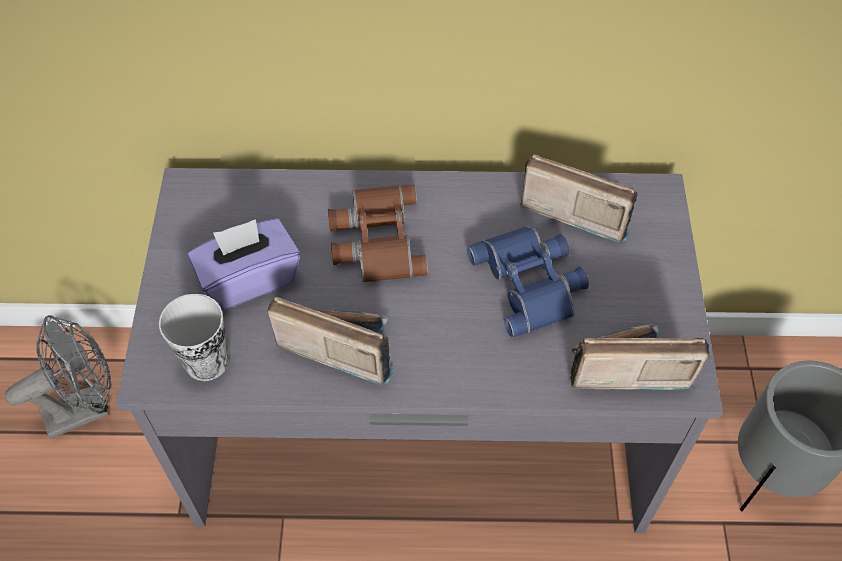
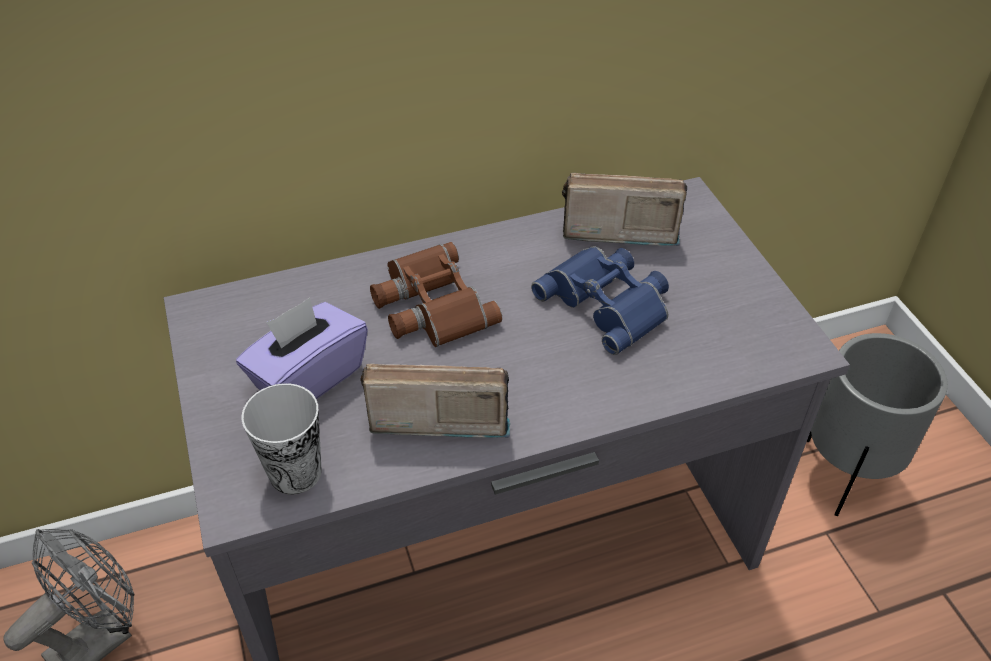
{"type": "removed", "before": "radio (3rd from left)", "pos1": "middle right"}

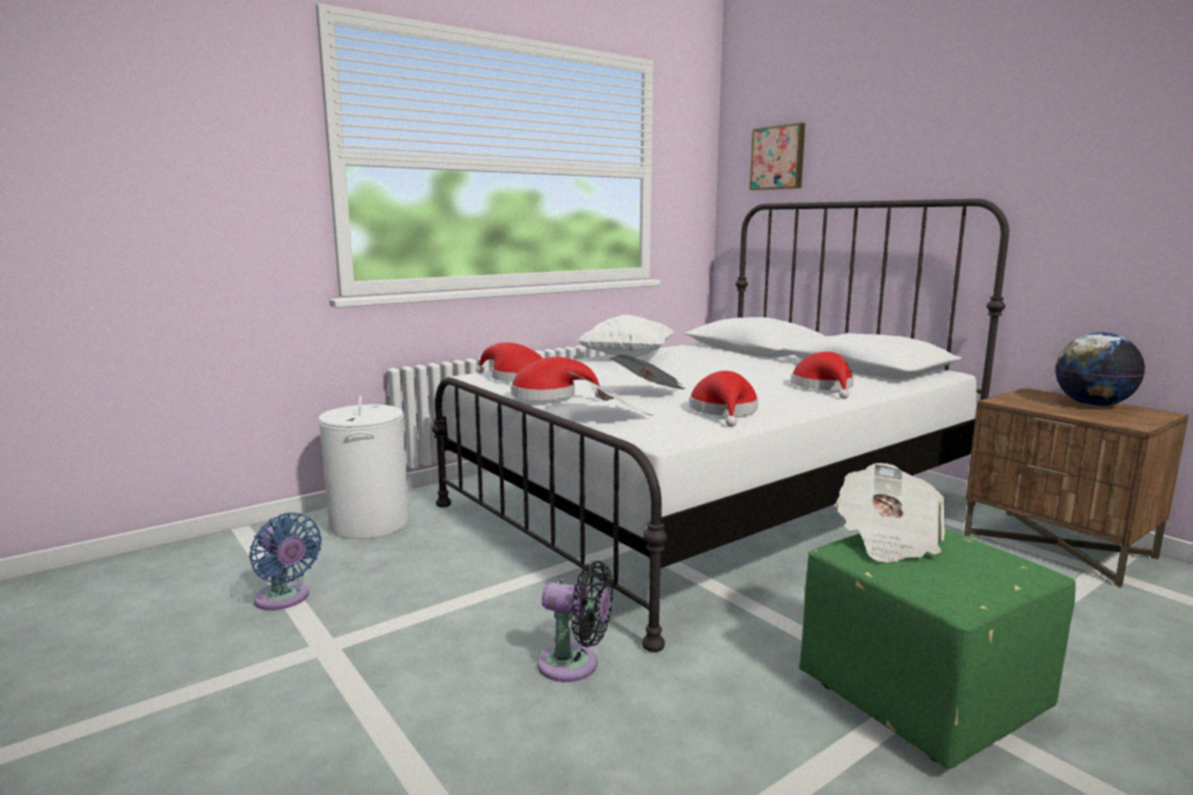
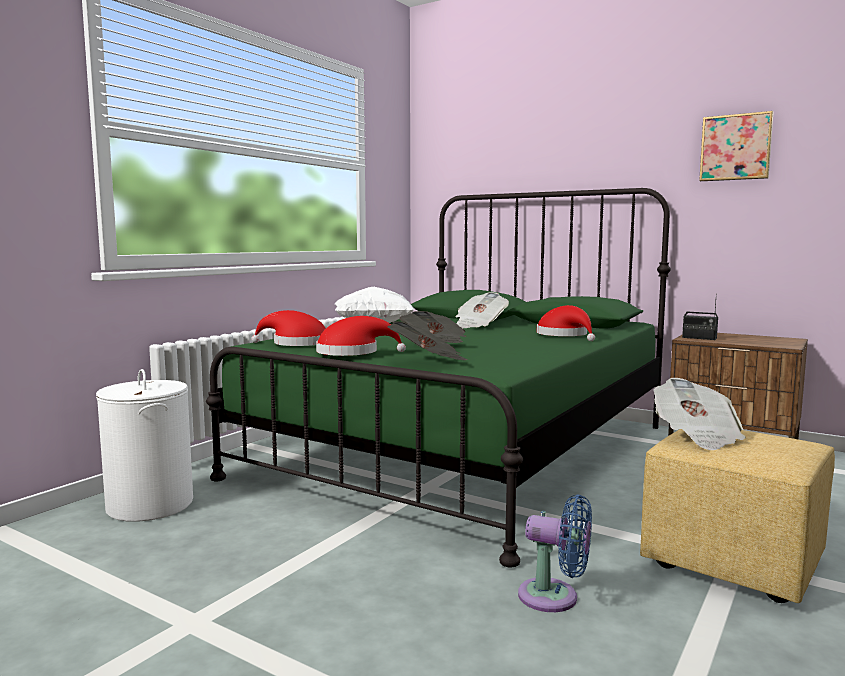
{"type": "moved", "before": "obraz", "pos1": "top centre", "pos2": "top right"}
{"type": "recoloured", "before": "łóżko [biały]", "after": "łóżko [zielony]", "pos1": "centre", "pos2": "centre"}
{"type": "removed", "before": "globus", "pos1": "middle right"}
{"type": "removed", "before": "kapelusz [czerwony] (3rd from left)", "pos1": "centre"}
{"type": "moved", "before": "wentylator [niebieski]", "pos1": "bottom left", "pos2": "bottom centre"}
{"type": "recoloured", "before": "pufa [zielony]", "after": "pufa [żółty]", "pos1": "bottom right", "pos2": "bottom right"}
{"type": "removed", "before": "wentylator [czarny]", "pos1": "bottom centre"}
{"type": "added", "after": "gazeta (3rd from left)", "pos2": "centre"}
{"type": "added", "after": "radio", "pos2": "middle right"}

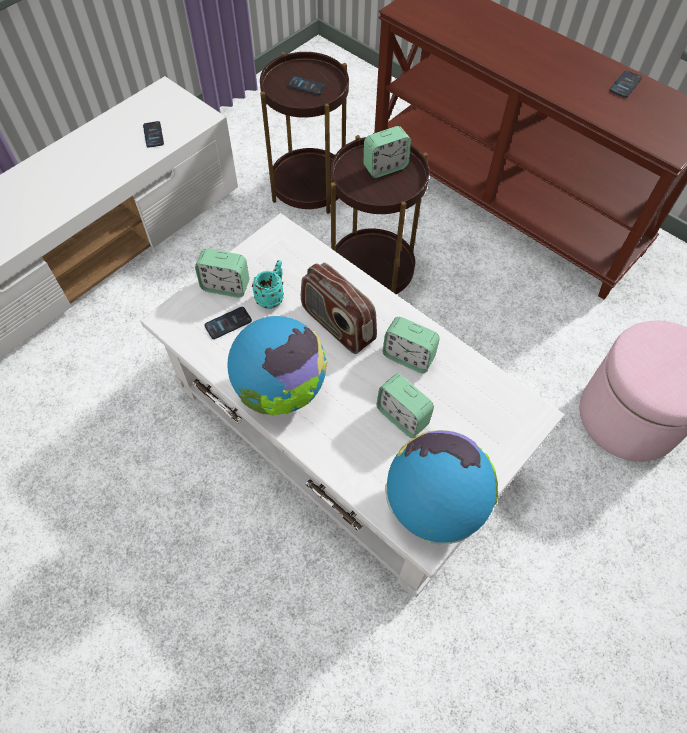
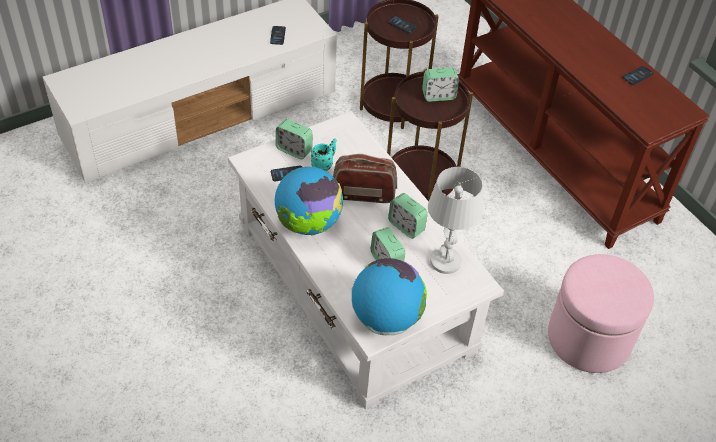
{"type": "turned", "before": "radio", "pos1": "centre", "pos2": "centre", "turn": 120}
{"type": "added", "after": "lampa stołowa [biały]", "pos2": "centre"}

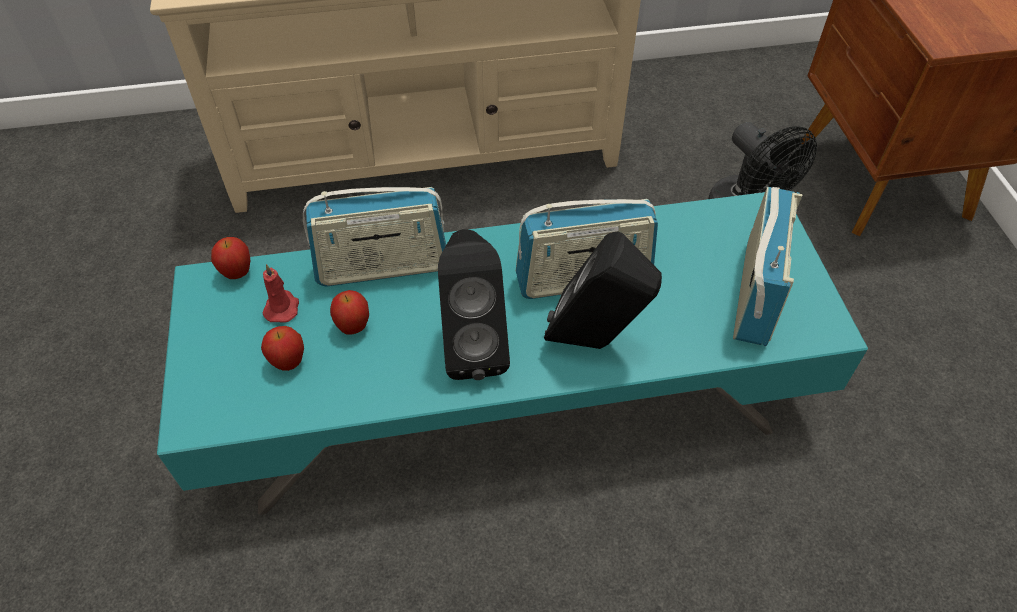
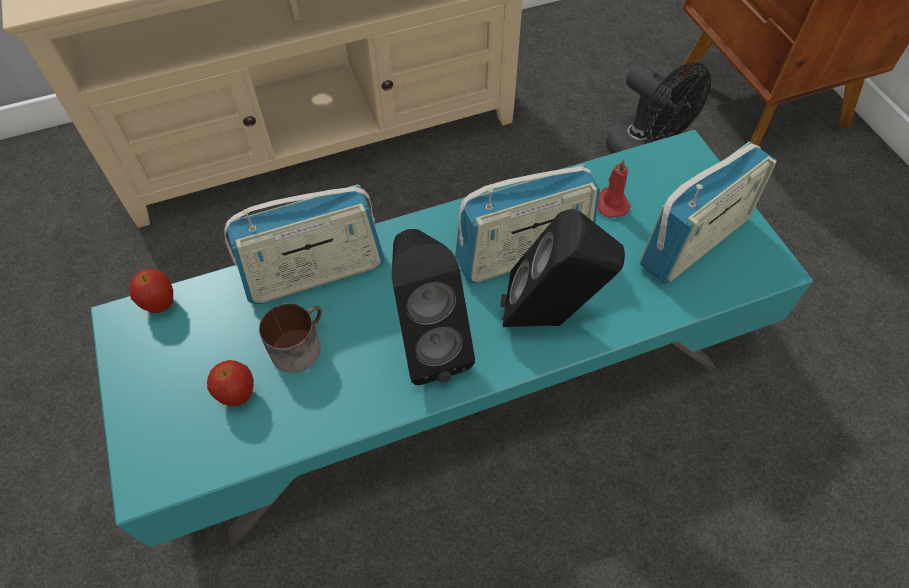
{"type": "turned", "before": "radio (3rd from left)", "pos1": "middle right", "pos2": "middle right", "turn": 45}
{"type": "moved", "before": "świeca [czerwony]", "pos1": "middle left", "pos2": "top right"}
{"type": "replaced", "before": "jabłko (3rd from left)", "after": "kubek", "pos1": "centre", "pos2": "middle left"}

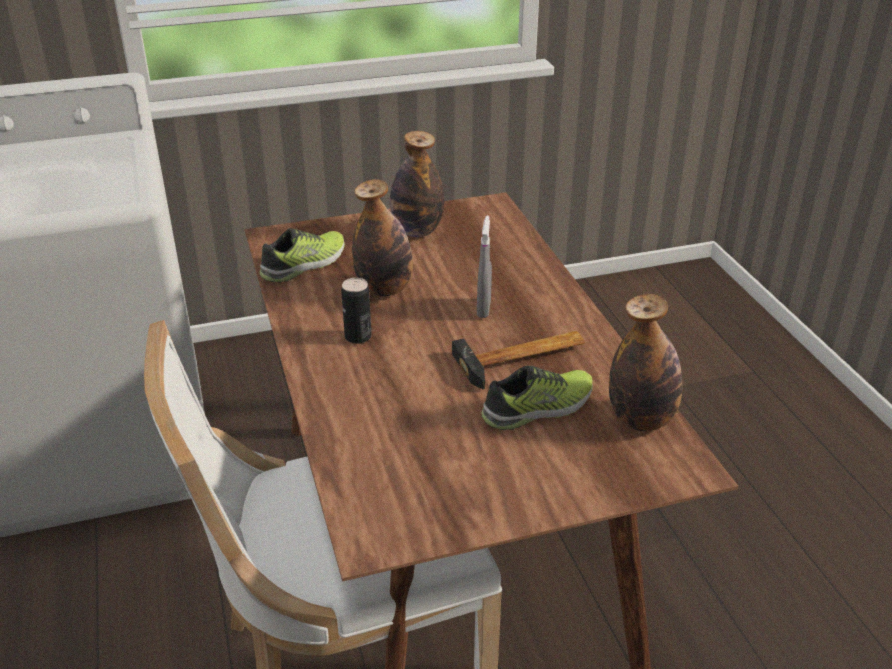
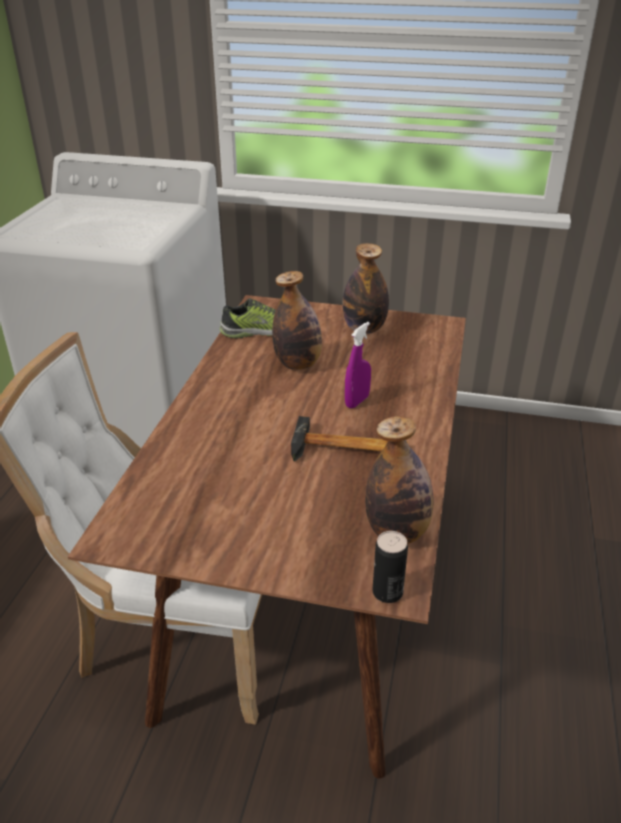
{"type": "recoloured", "before": "spryskiwacz [szary]", "after": "spryskiwacz [fioletowy]", "pos1": "centre", "pos2": "centre"}
{"type": "moved", "before": "puszka", "pos1": "centre", "pos2": "bottom centre"}
{"type": "removed", "before": "but (2nd from left)", "pos1": "centre"}

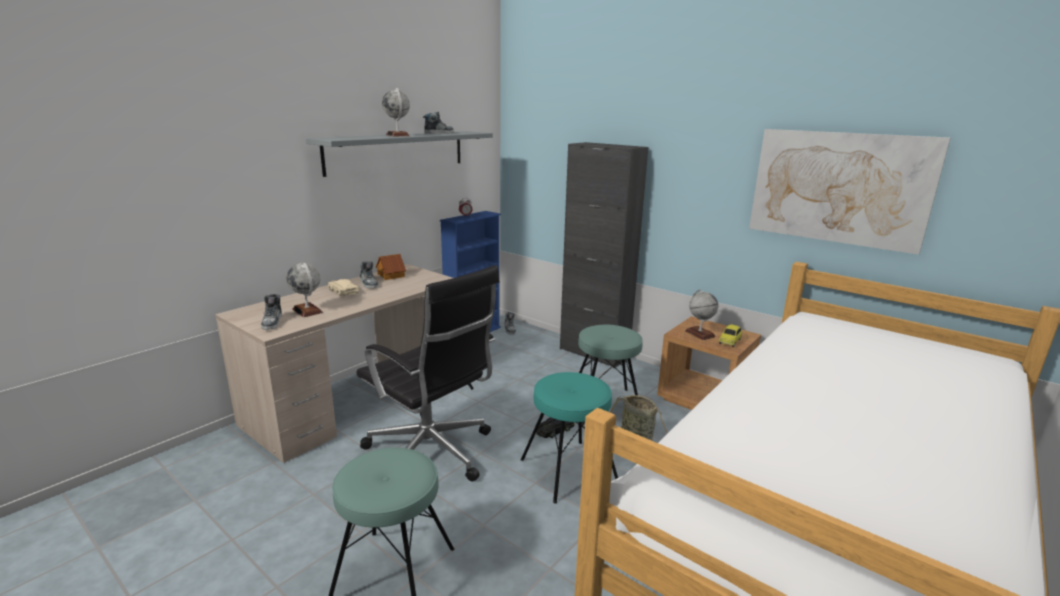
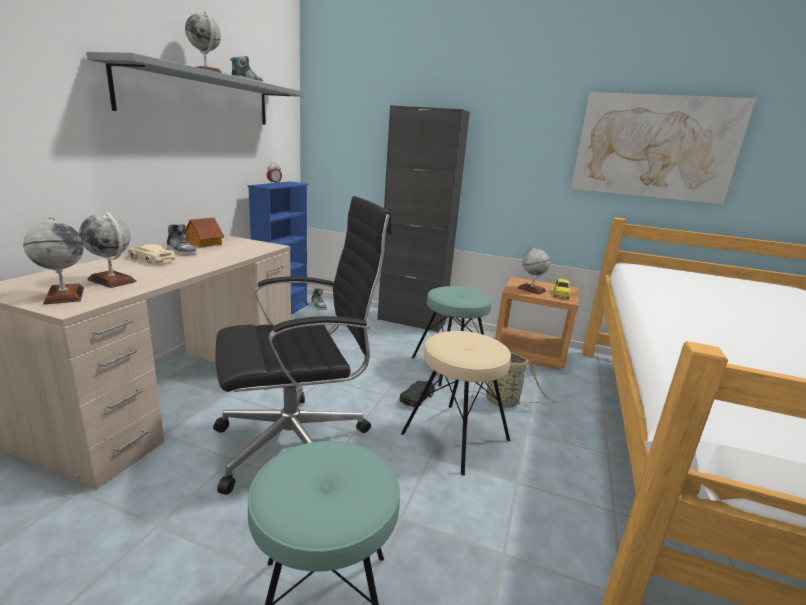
{"type": "turned", "before": "krzesło biurowe [czarny]", "pos1": "centre", "pos2": "centre", "turn": -45}
{"type": "replaced", "before": "but (1st from left)", "after": "globus (1st from left)", "pos1": "middle left", "pos2": "middle left"}
{"type": "recoloured", "before": "stołek [turkusowy] (2nd from left)", "after": "stołek [beżowy]", "pos1": "bottom centre", "pos2": "centre"}

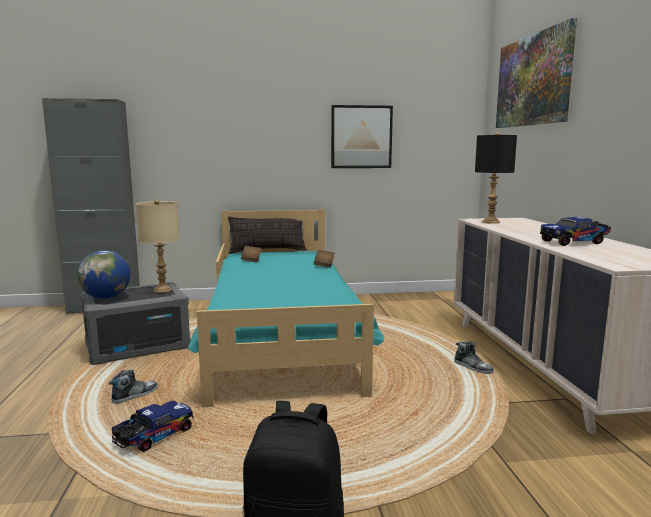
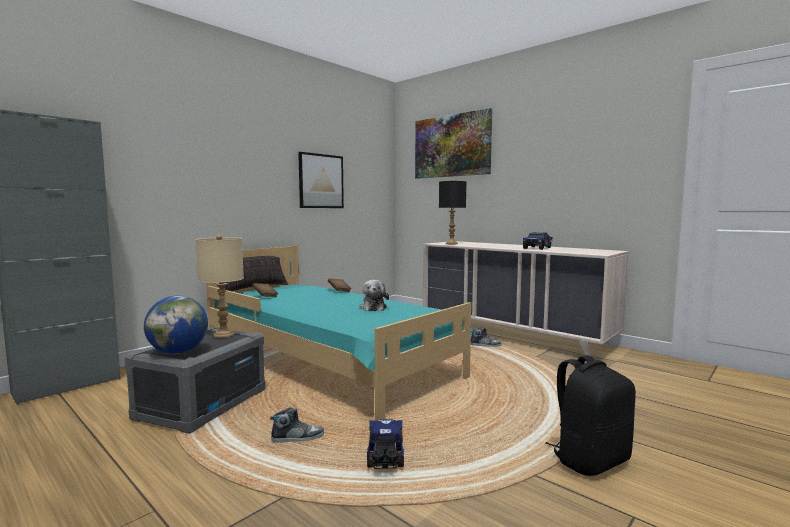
{"type": "turned", "before": "but (1st from left)", "pos1": "bottom left", "pos2": "bottom centre", "turn": 75}
{"type": "added", "after": "pluszak", "pos2": "centre"}

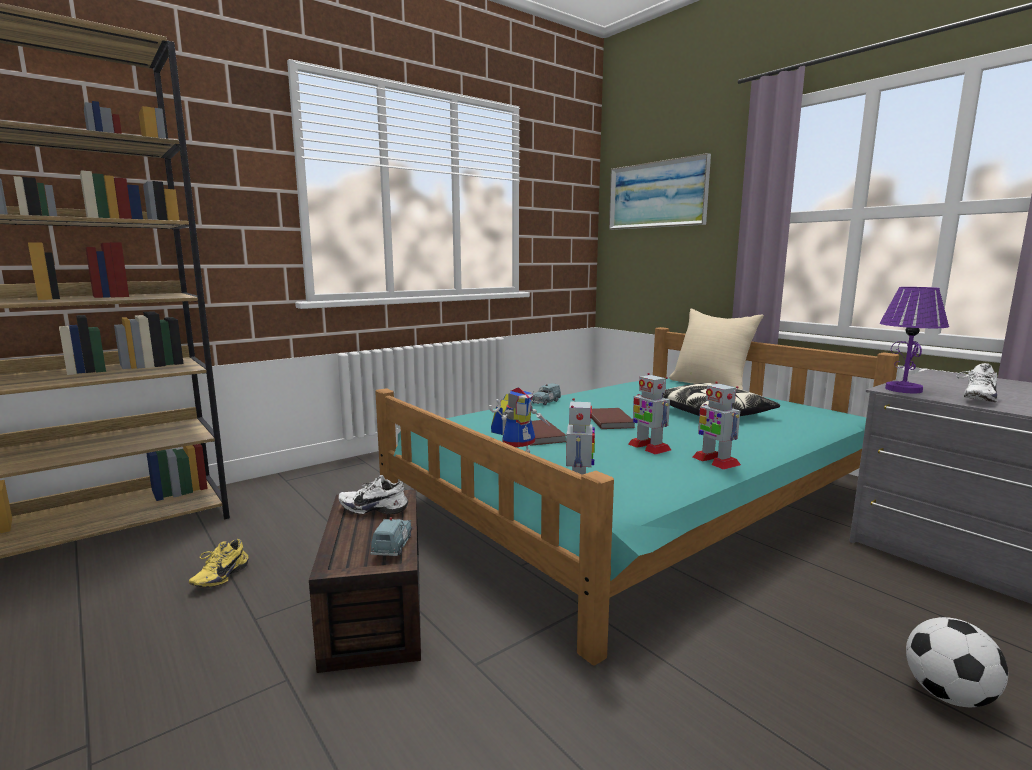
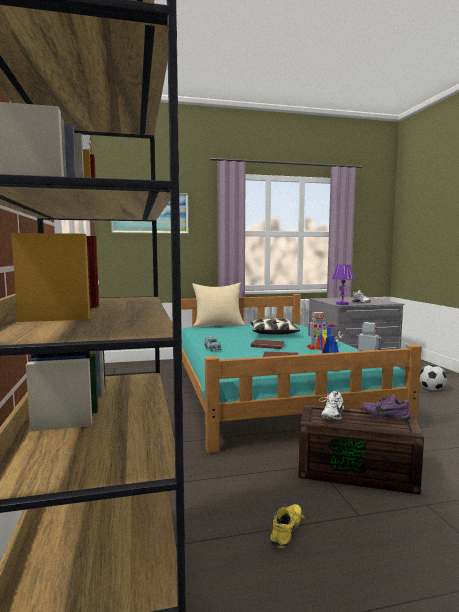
{"type": "removed", "before": "robot zabawkowy (4th from left)", "pos1": "middle right"}
{"type": "replaced", "before": "samochodzik [niebieski] (1st from left)", "after": "but [fioletowy]", "pos1": "bottom centre", "pos2": "middle right"}
{"type": "turned", "before": "but [żółty]", "pos1": "bottom left", "pos2": "bottom centre", "turn": -105}

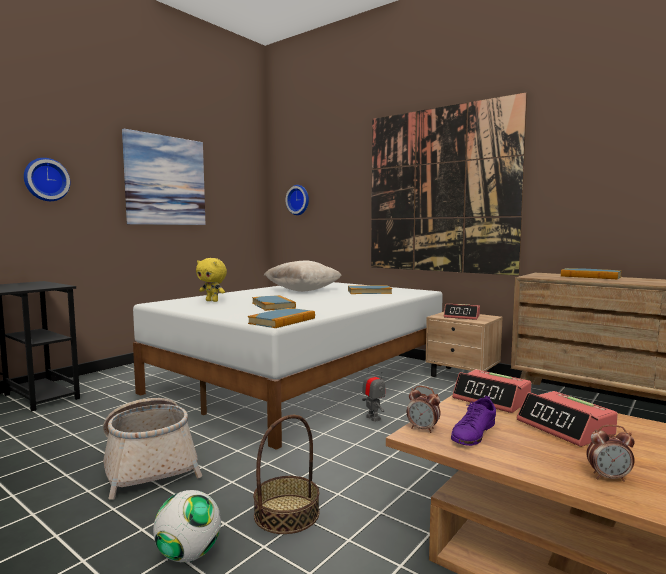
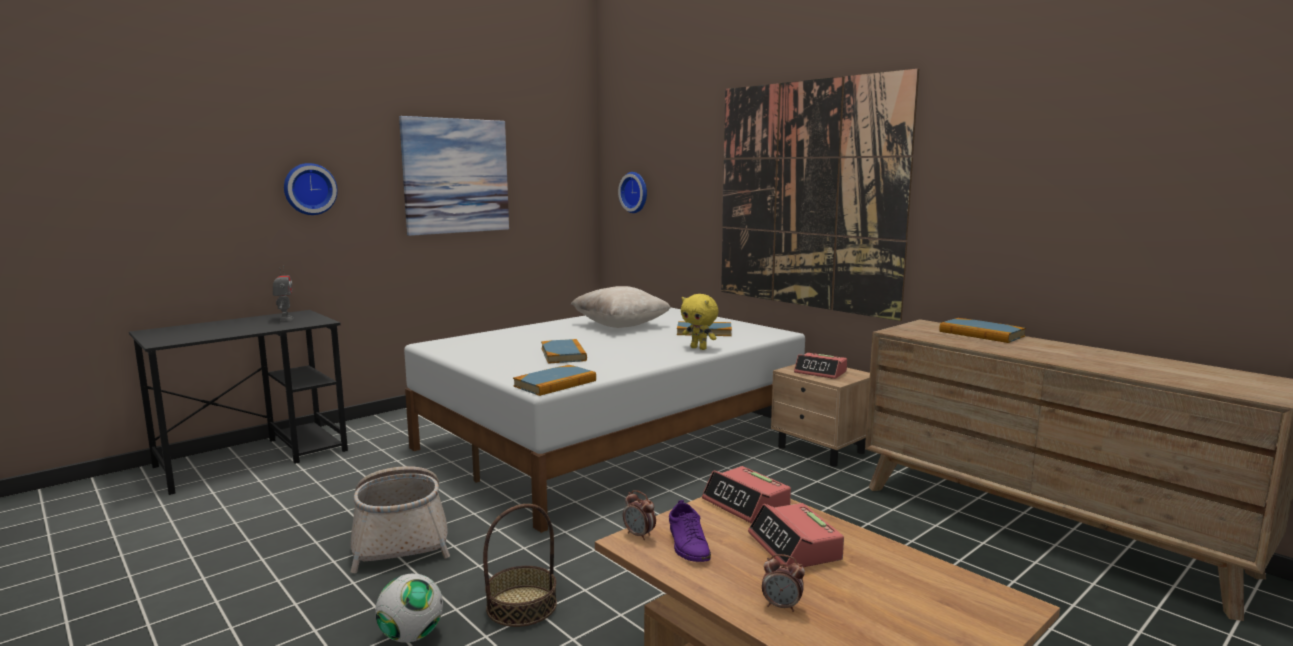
{"type": "moved", "before": "pluszak [żółty]", "pos1": "middle left", "pos2": "centre"}
{"type": "moved", "before": "robot zabawkowy", "pos1": "bottom centre", "pos2": "middle left"}
{"type": "turned", "before": "but [fioletowy]", "pos1": "bottom right", "pos2": "bottom centre", "turn": -60}

